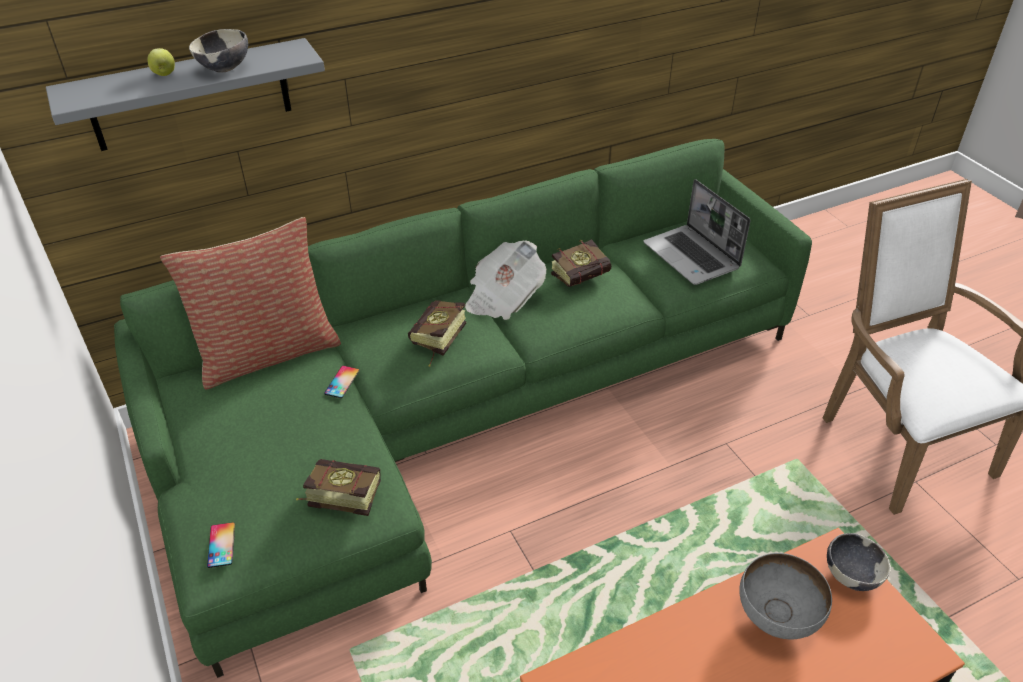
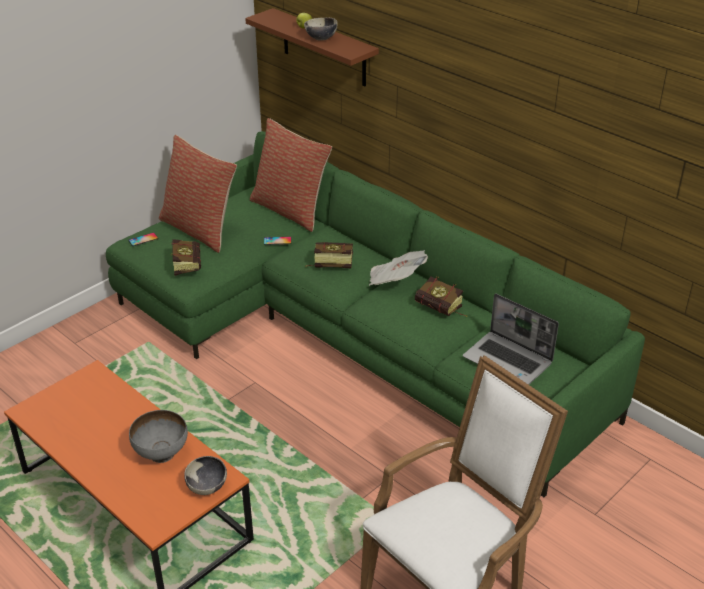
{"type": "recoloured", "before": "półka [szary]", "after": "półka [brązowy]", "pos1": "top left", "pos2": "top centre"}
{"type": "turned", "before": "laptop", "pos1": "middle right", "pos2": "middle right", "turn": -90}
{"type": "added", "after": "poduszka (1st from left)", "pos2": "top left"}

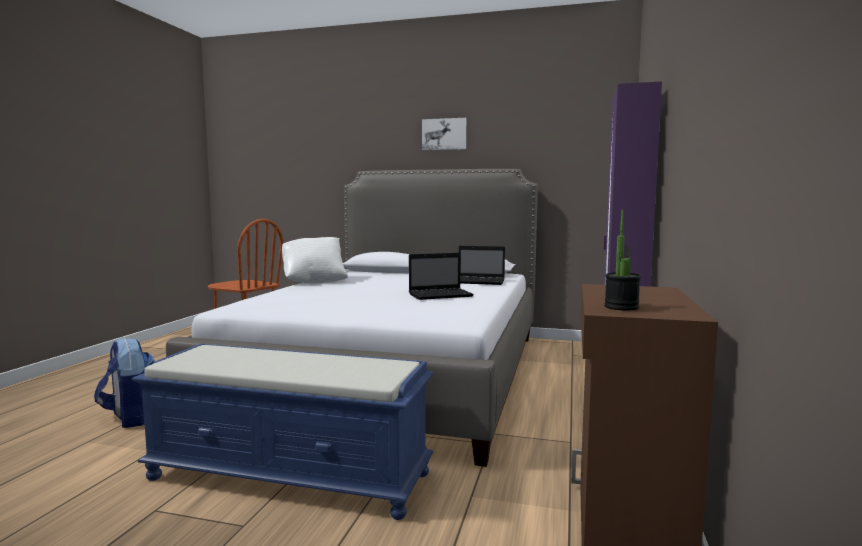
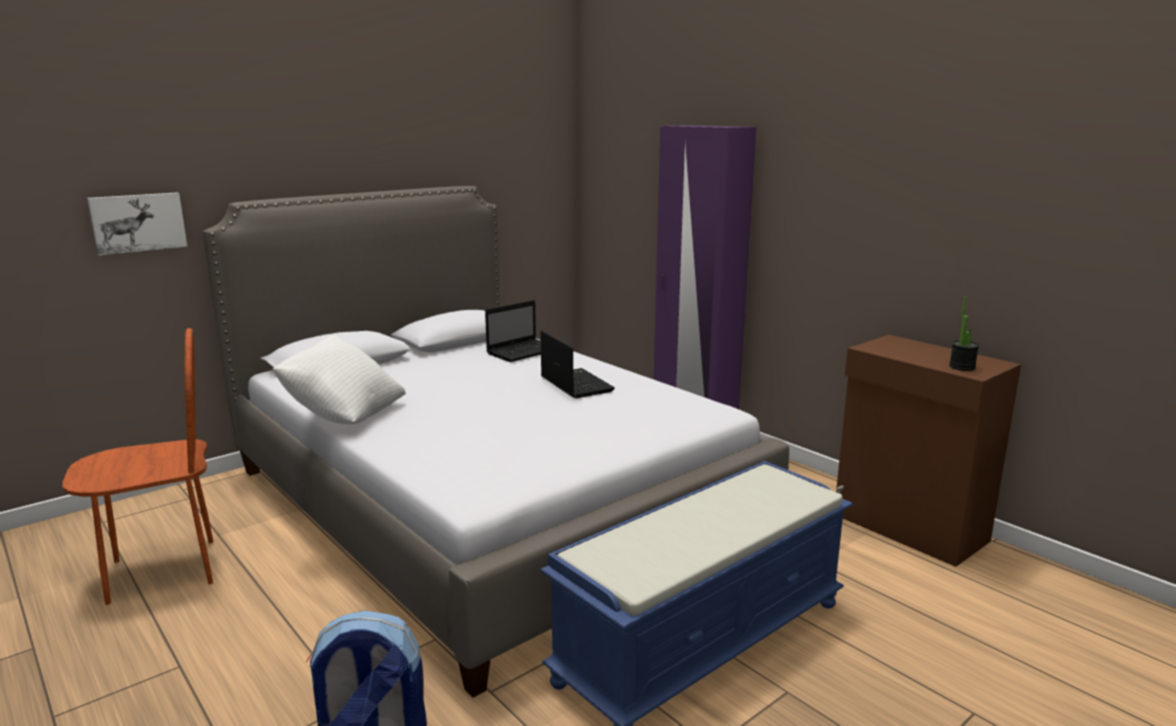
{"type": "moved", "before": "obraz", "pos1": "top centre", "pos2": "top left"}
{"type": "turned", "before": "laptop (1st from left in the first image)", "pos1": "centre", "pos2": "centre", "turn": -45}

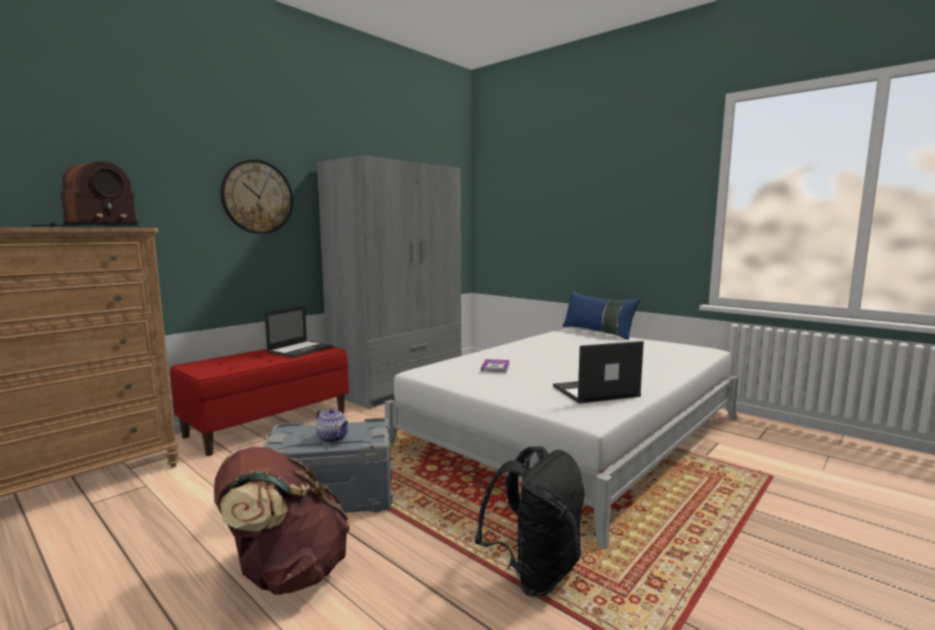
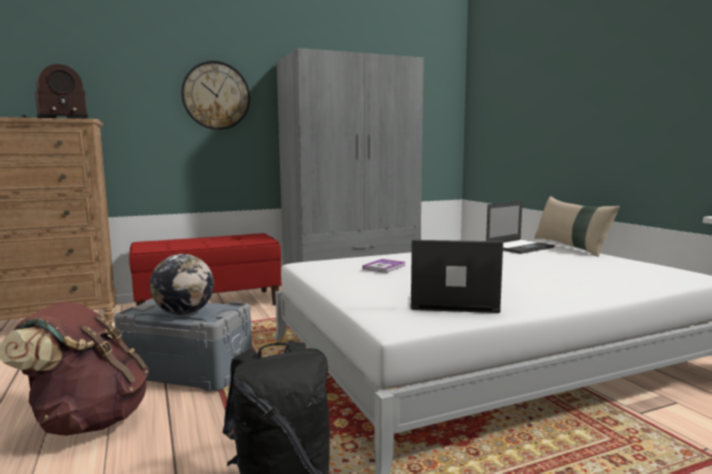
{"type": "recoloured", "before": "poduszka [niebieski]", "after": "poduszka [beżowy]", "pos1": "centre", "pos2": "middle right"}
{"type": "moved", "before": "laptop (1st from left in the first image)", "after": "laptop (2nd from left)", "pos1": "middle left", "pos2": "middle right"}
{"type": "replaced", "before": "imbryk", "after": "globus", "pos1": "bottom centre", "pos2": "middle left"}

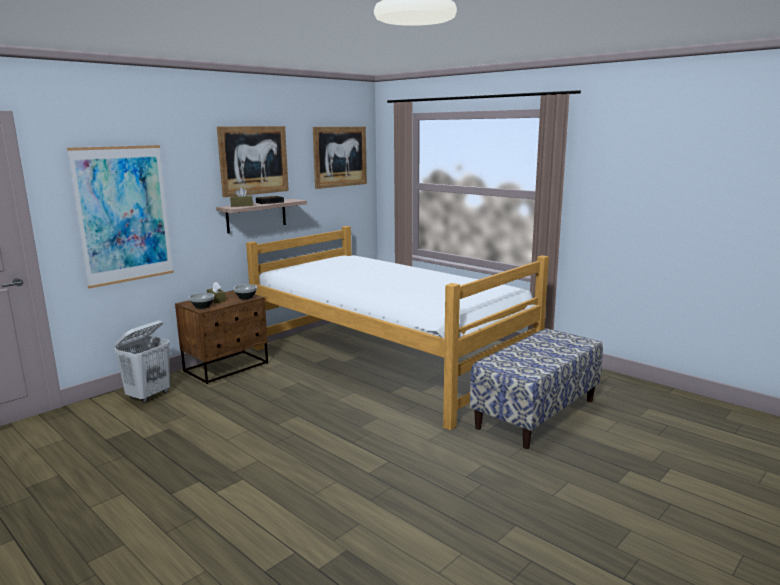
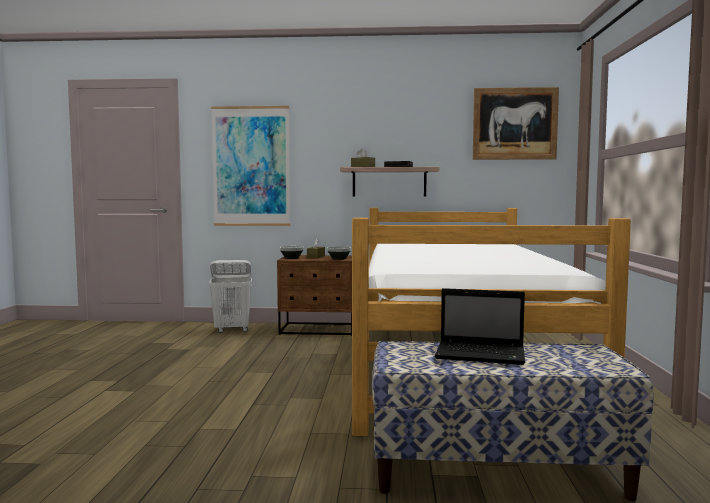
{"type": "removed", "before": "obraz (2nd from left)", "pos1": "top left"}
{"type": "added", "after": "laptop", "pos2": "middle right"}

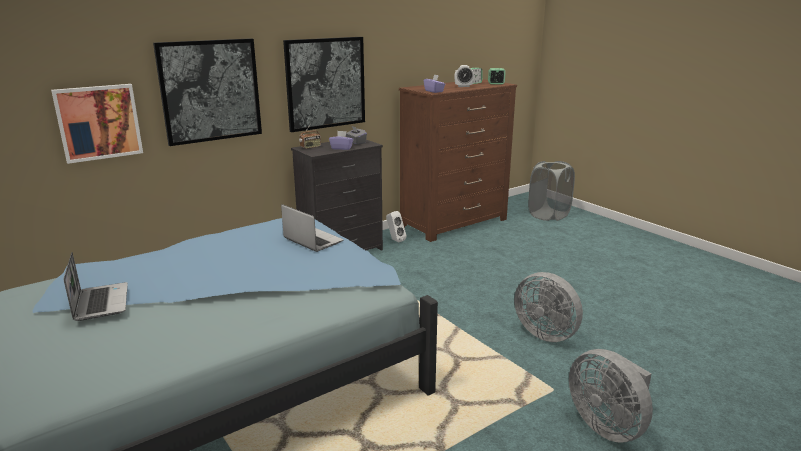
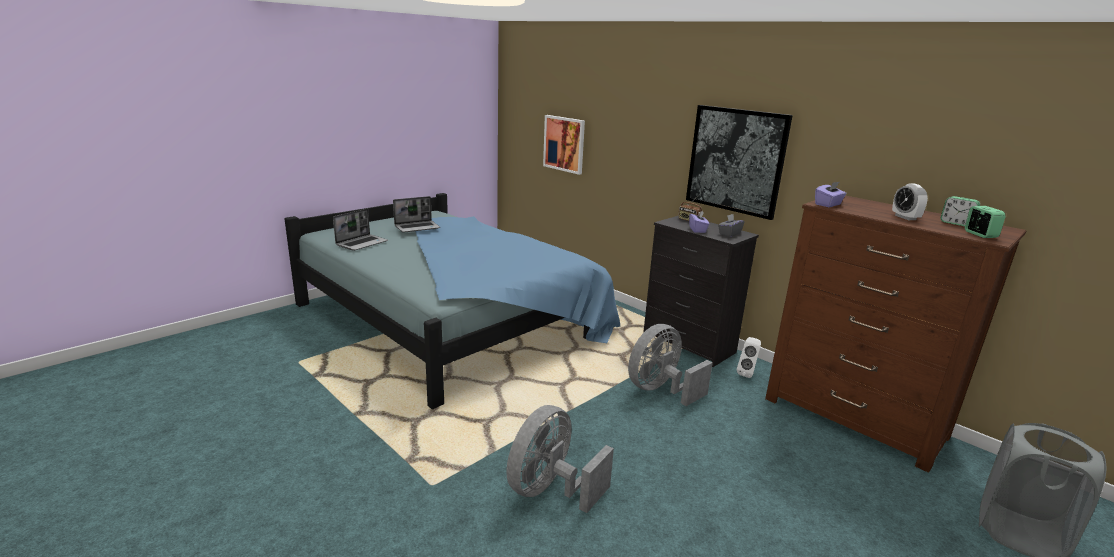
{"type": "removed", "before": "obraz (2nd from left)", "pos1": "top left"}
{"type": "moved", "before": "laptop (2nd from left in the first image)", "after": "laptop (1st from left)", "pos1": "centre", "pos2": "middle left"}
{"type": "moved", "before": "wentylator [szary] (2nd from left)", "pos1": "bottom right", "pos2": "centre"}

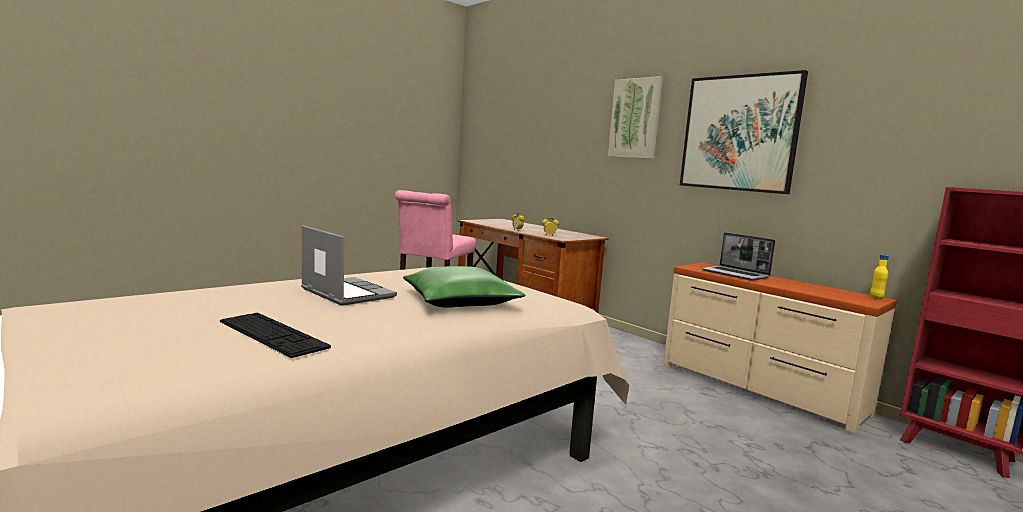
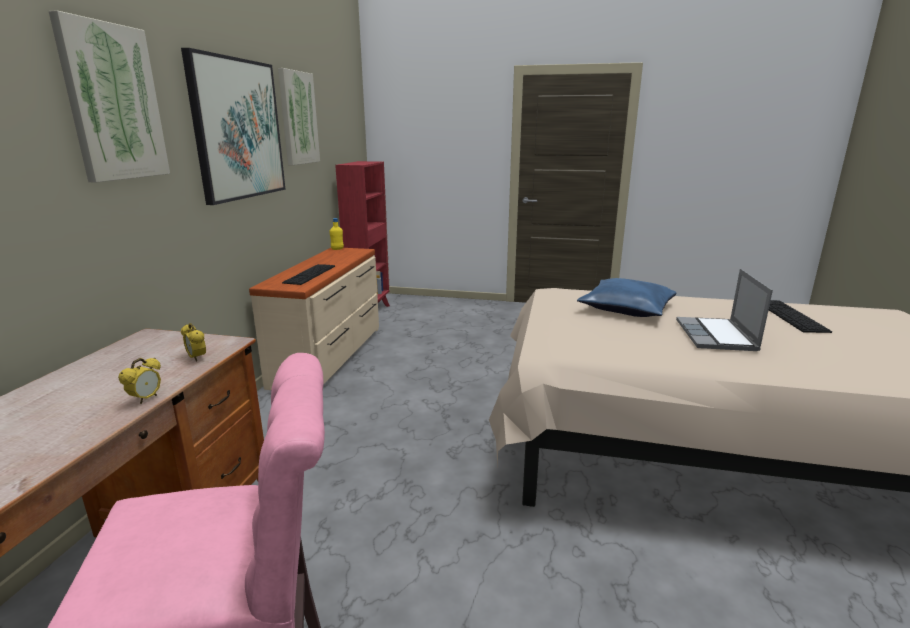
{"type": "replaced", "before": "laptop (2nd from left)", "after": "klawiatura (1st from left)", "pos1": "middle right", "pos2": "centre"}
{"type": "recoloured", "before": "poduszka [zielony]", "after": "poduszka [niebieski]", "pos1": "centre", "pos2": "middle right"}
{"type": "added", "after": "obraz (3rd from left)", "pos2": "top left"}

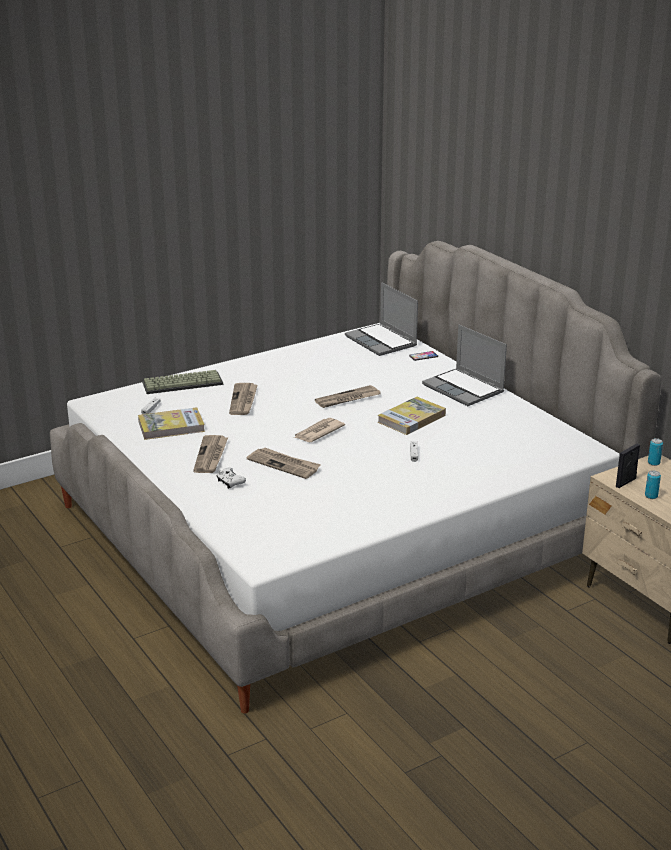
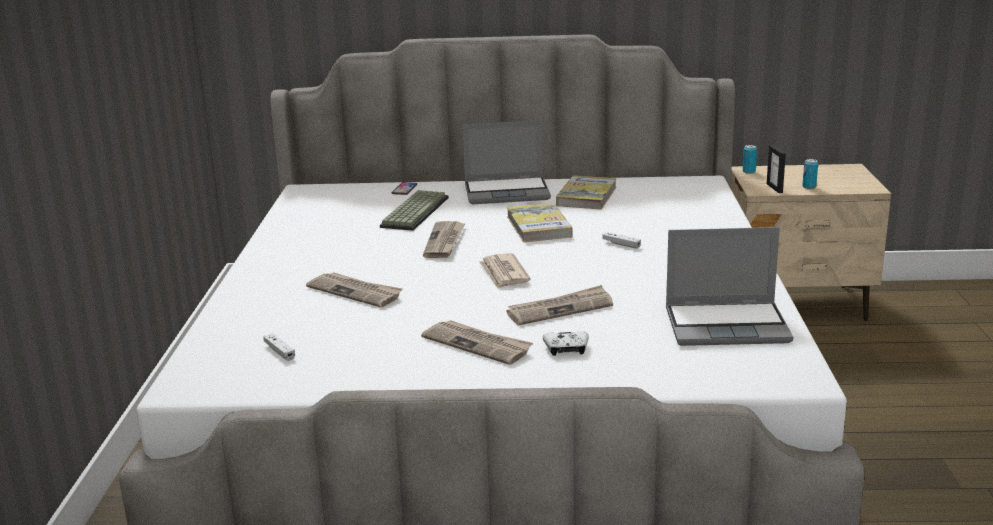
{"type": "moved", "before": "laptop (1st from left in the first image)", "after": "laptop (2nd from left)", "pos1": "centre", "pos2": "middle right"}
{"type": "moved", "before": "klawiatura", "pos1": "middle left", "pos2": "centre"}
{"type": "moved", "before": "książka (1st from left in the first image)", "after": "książka (2nd from left)", "pos1": "middle left", "pos2": "centre"}

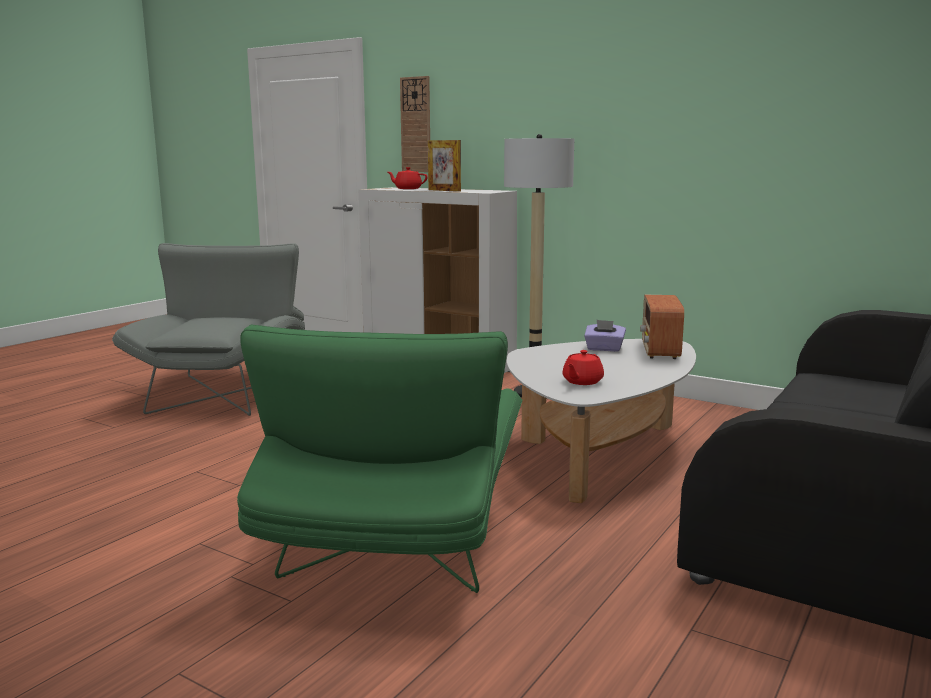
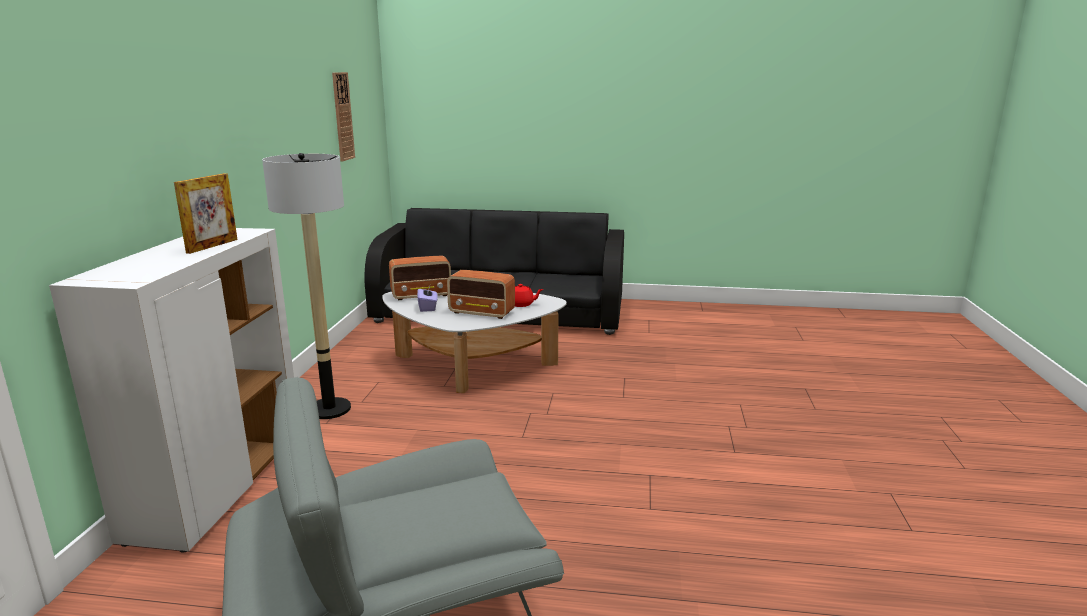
{"type": "moved", "before": "zegar ścienny", "pos1": "top centre", "pos2": "top left"}
{"type": "removed", "before": "imbryk [czerwony] (1st from left)", "pos1": "top centre"}
{"type": "removed", "before": "fotel [zielony]", "pos1": "centre"}
{"type": "added", "after": "radio (2nd from left)", "pos2": "centre"}

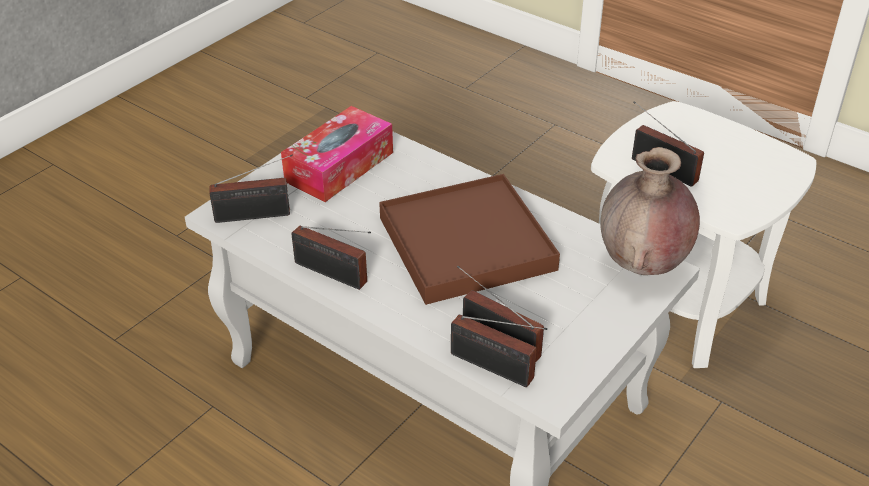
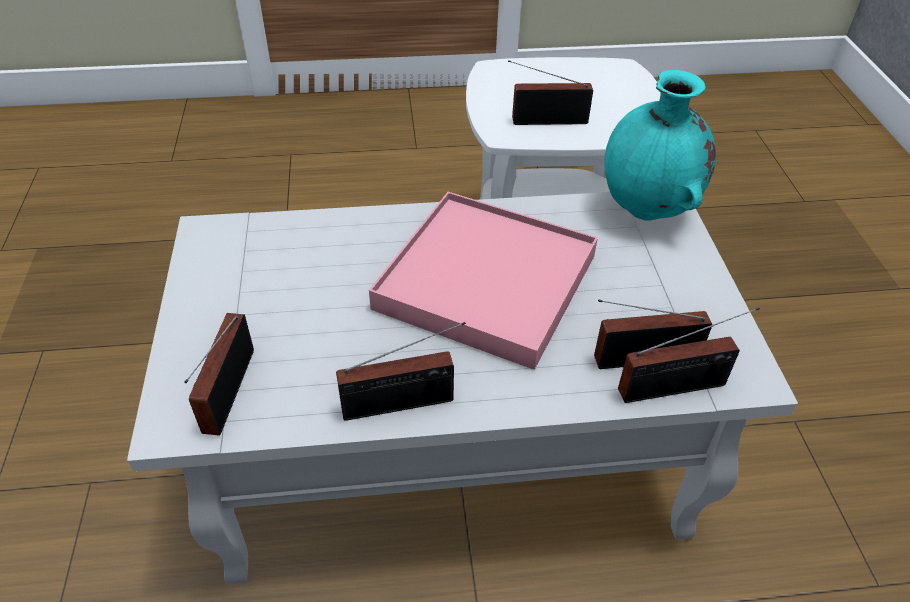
{"type": "removed", "before": "pudełko chusteczek", "pos1": "top centre"}
{"type": "recoloured", "before": "wazon [brązowy]", "after": "wazon [turkusowy]", "pos1": "middle right", "pos2": "top right"}
{"type": "turned", "before": "radio (1st from left)", "pos1": "middle left", "pos2": "middle left", "turn": 150}
{"type": "recoloured", "before": "taca [brązowy]", "after": "taca [różowy]", "pos1": "centre", "pos2": "centre"}

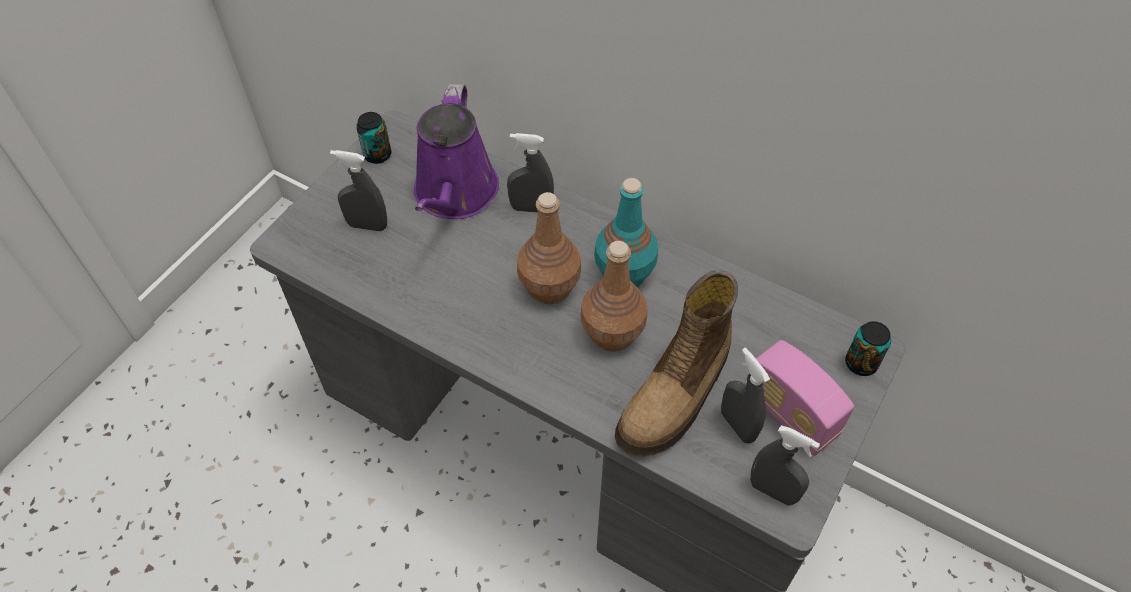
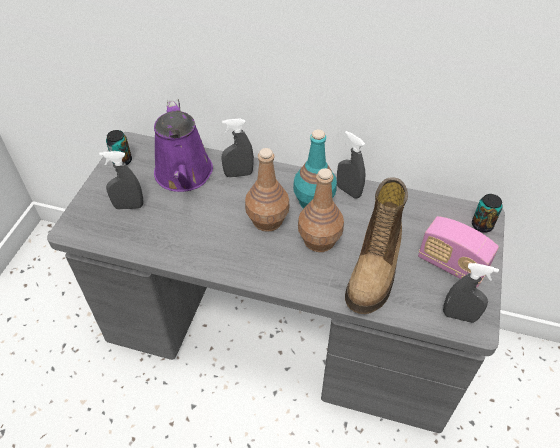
{"type": "moved", "before": "spryskiwacz [szary] (3rd from left)", "pos1": "bottom centre", "pos2": "centre"}

